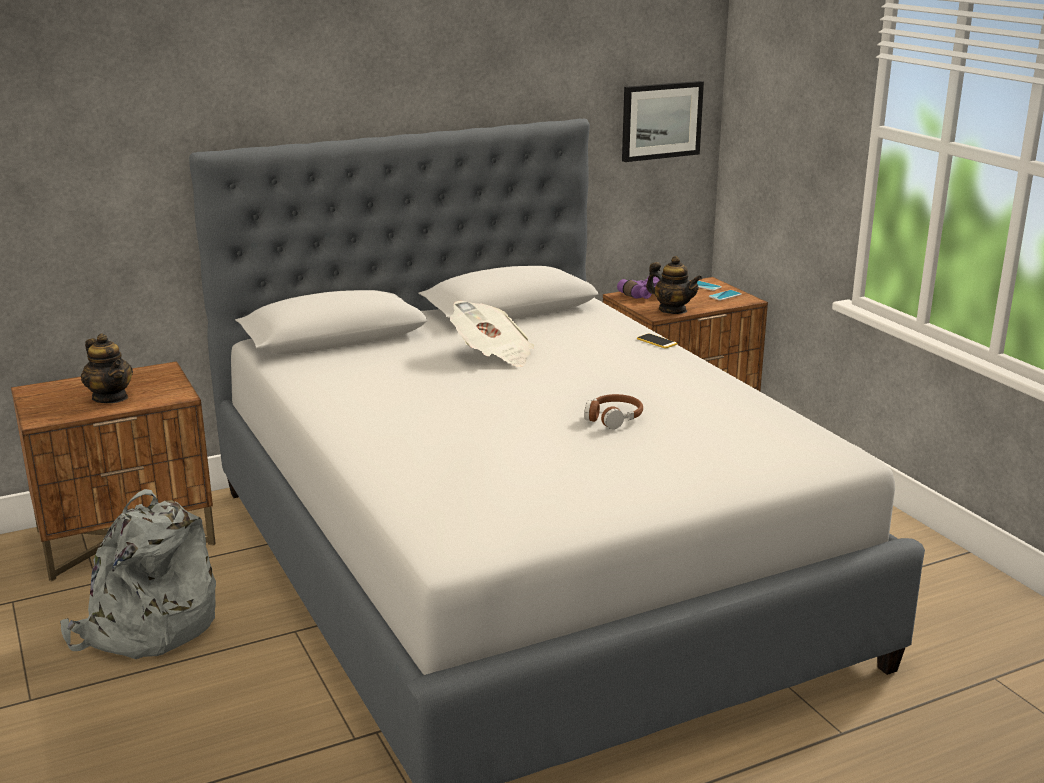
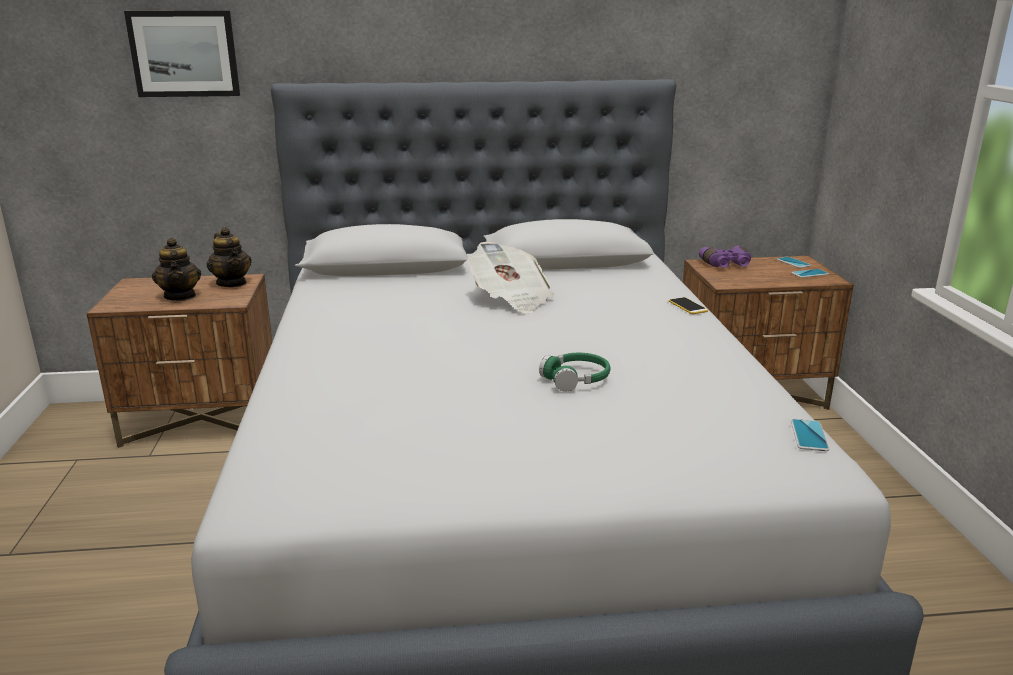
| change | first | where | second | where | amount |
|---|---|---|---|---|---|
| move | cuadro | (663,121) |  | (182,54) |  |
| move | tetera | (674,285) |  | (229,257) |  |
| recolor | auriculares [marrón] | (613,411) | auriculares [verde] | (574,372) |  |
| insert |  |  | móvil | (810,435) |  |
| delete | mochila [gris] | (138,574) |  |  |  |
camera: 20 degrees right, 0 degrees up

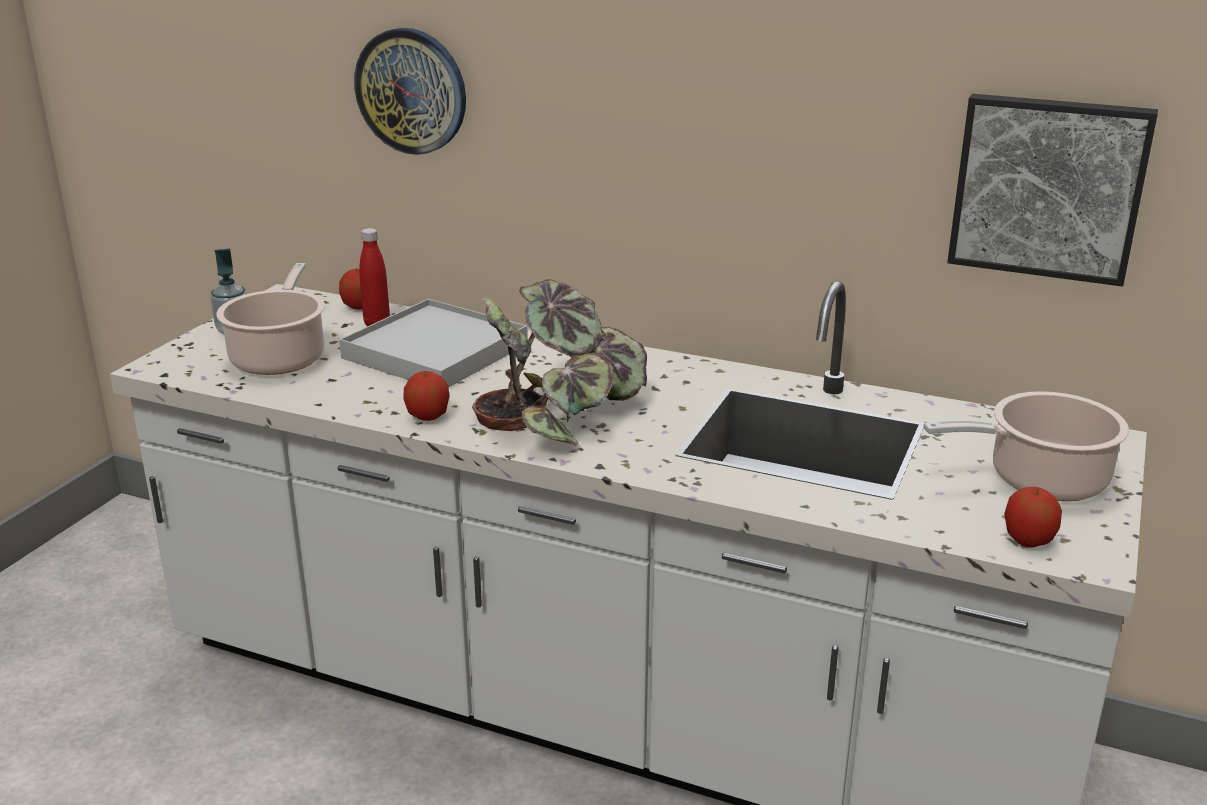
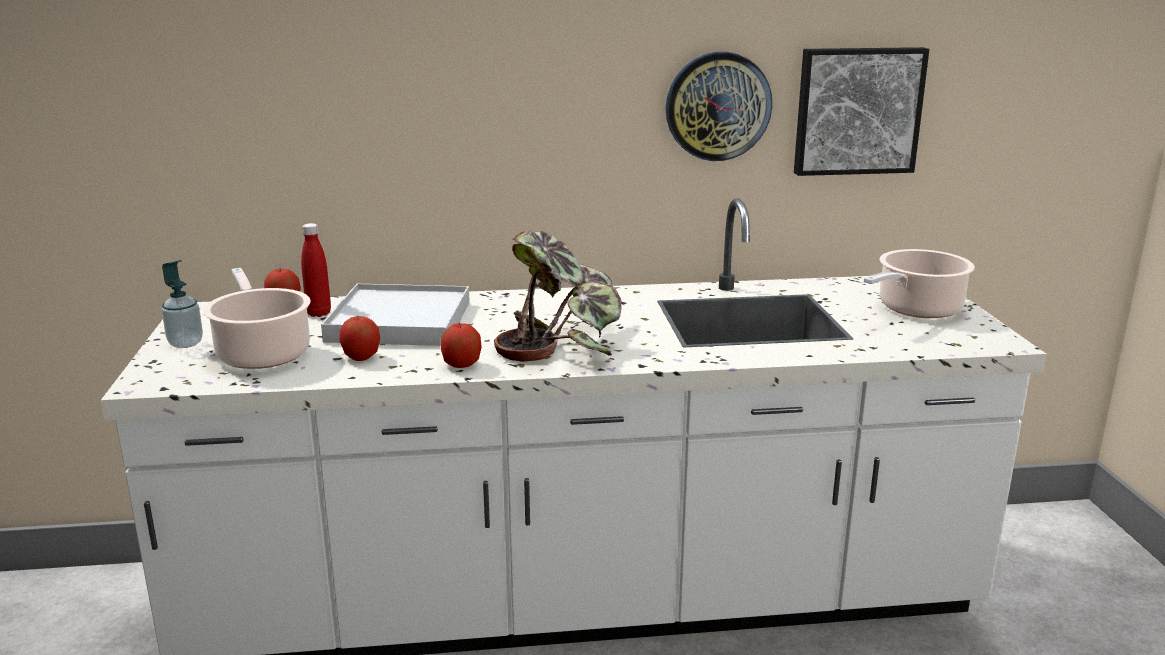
| change | first | where | second | where | amount |
|---|---|---|---|---|---|
| move | manzana | (1033,517) |  | (359,338) |  |
| move | reloj de pared | (410,91) |  | (719,106) |  |
camera: 30 degrees left, 5 degrees down

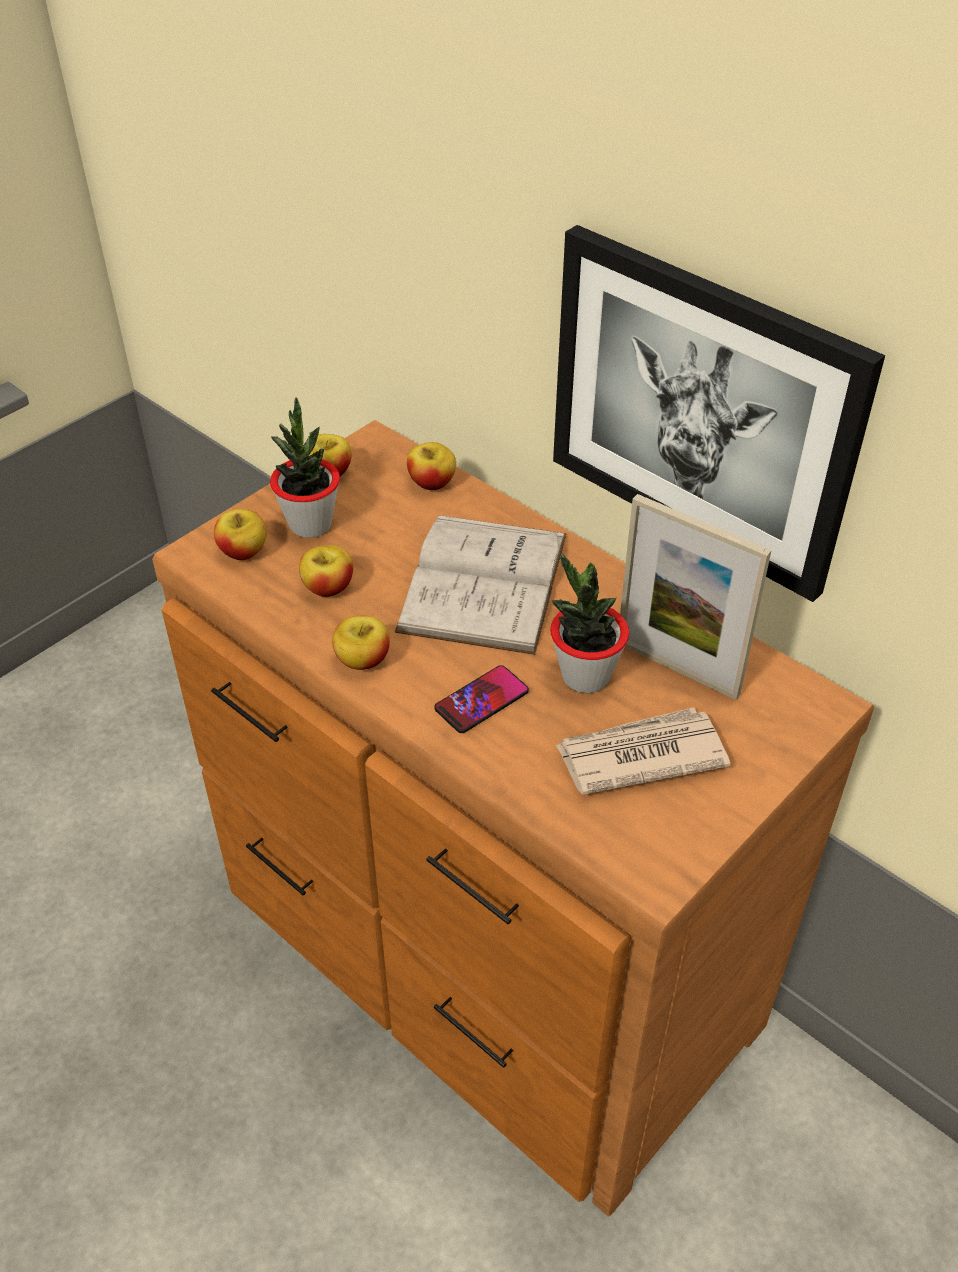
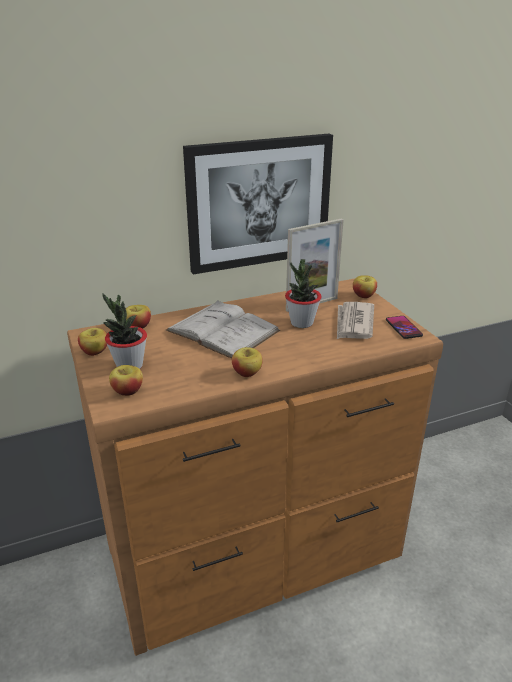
| change | first | where | second | where | amount |
|---|---|---|---|---|---|
| move | manzana | (326,571) |  | (365,286) |  |
| move | móvil | (481,699) |  | (404,327) |  |
camera: 65 degrees left, 15 degrees down

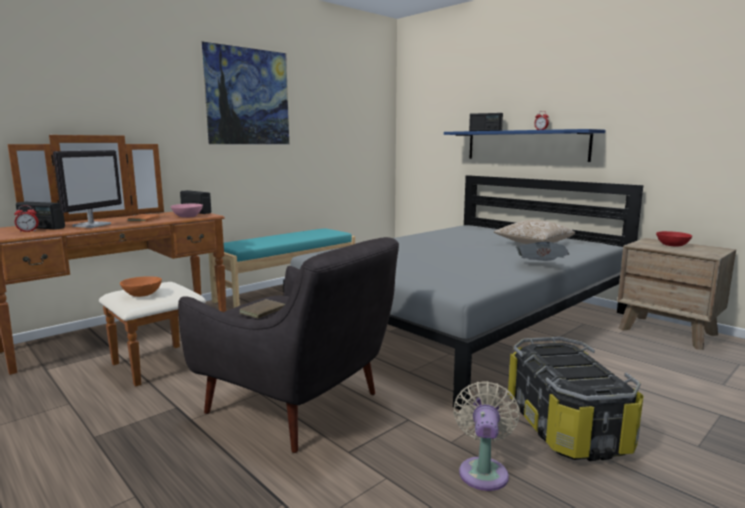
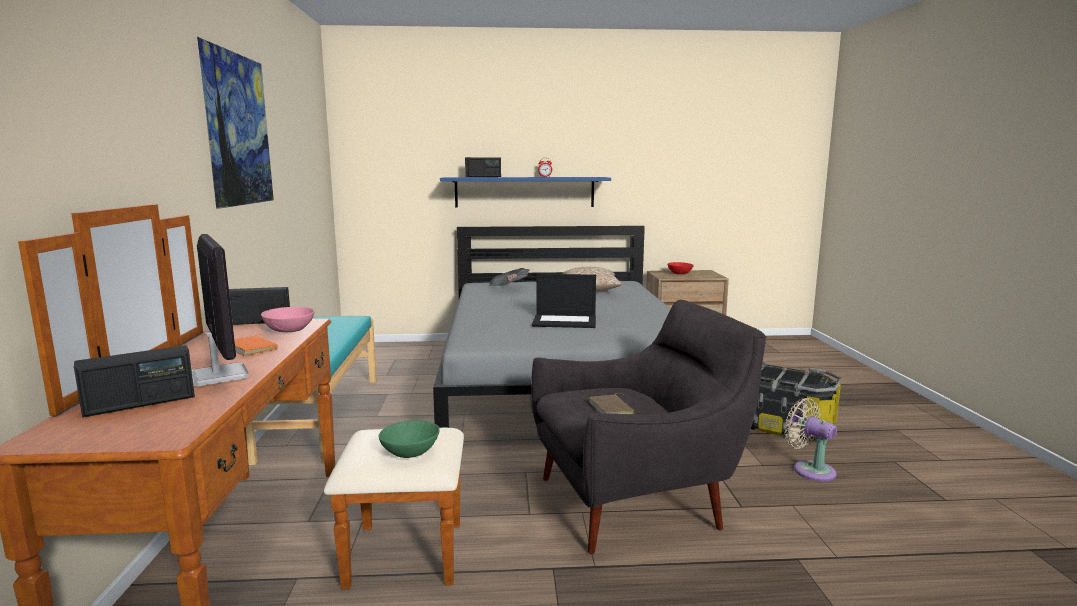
| change | first | where | second | where | amount |
|---|---|---|---|---|---|
| recolor | cuenco [naranja] | (141,286) | cuenco [verde] | (409,439) |  |
| move | periódico | (543,251) |  | (509,277) |  |
| insert |  |  | portátil | (564,301) |  |
| delete | despertador | (26,219) |  |  |  |
camera: 50 degrees left, 0 degrees up

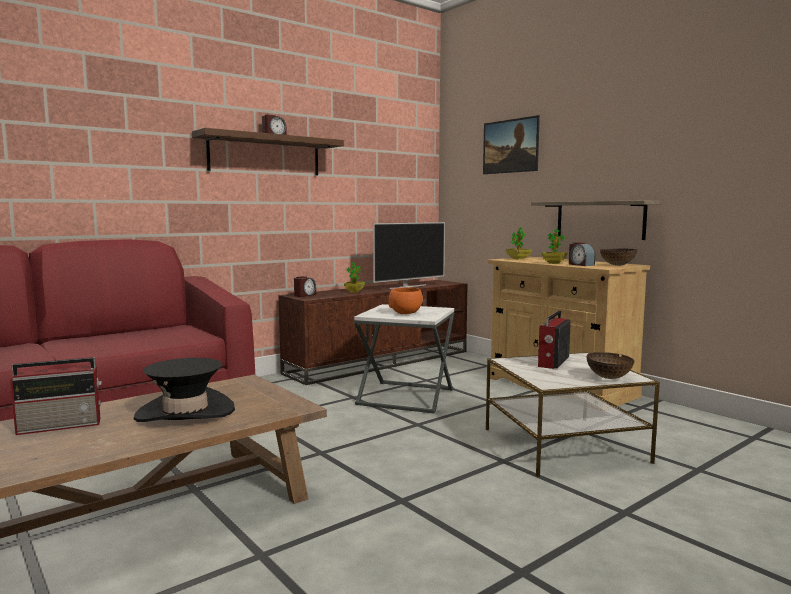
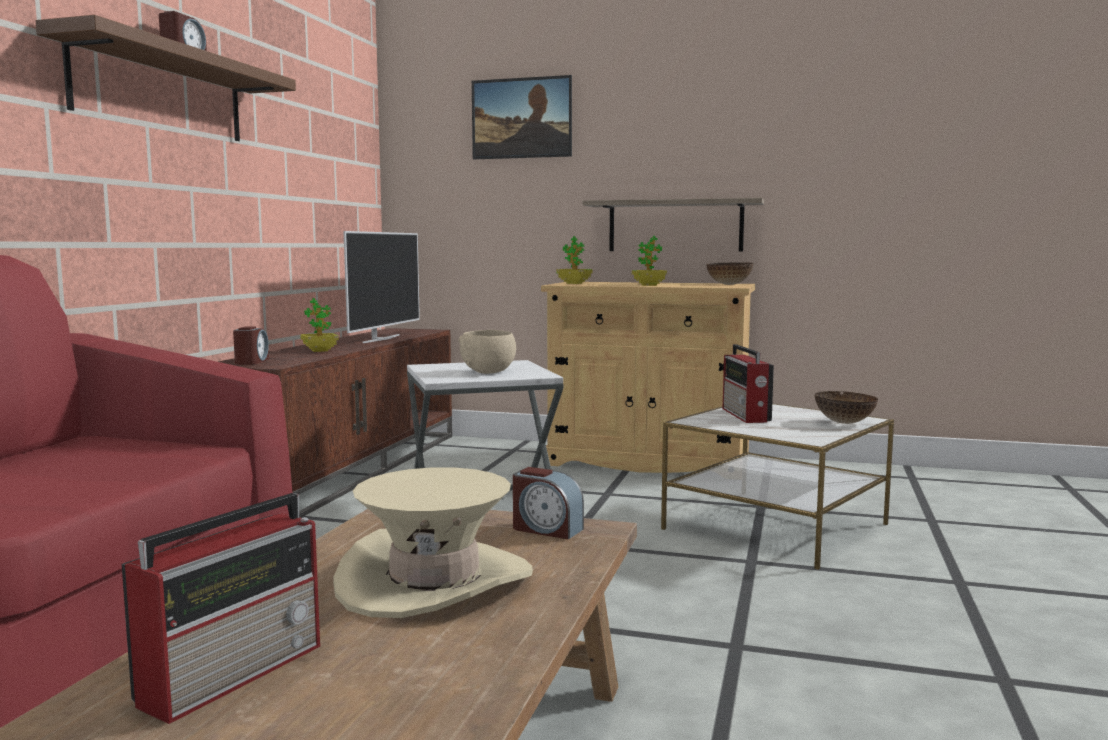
| change | first | where | second | where | amount |
|---|---|---|---|---|---|
| recolor | sombrero [negro] | (184,390) | sombrero [beis] | (433,542) |  |
| recolor | cuenco [naranja] | (406,300) | cuenco [beis] | (487,352) |  |
| move | despertador | (582,254) |  | (548,503) |  |
camera: 35 degrees left, 0 degrees up

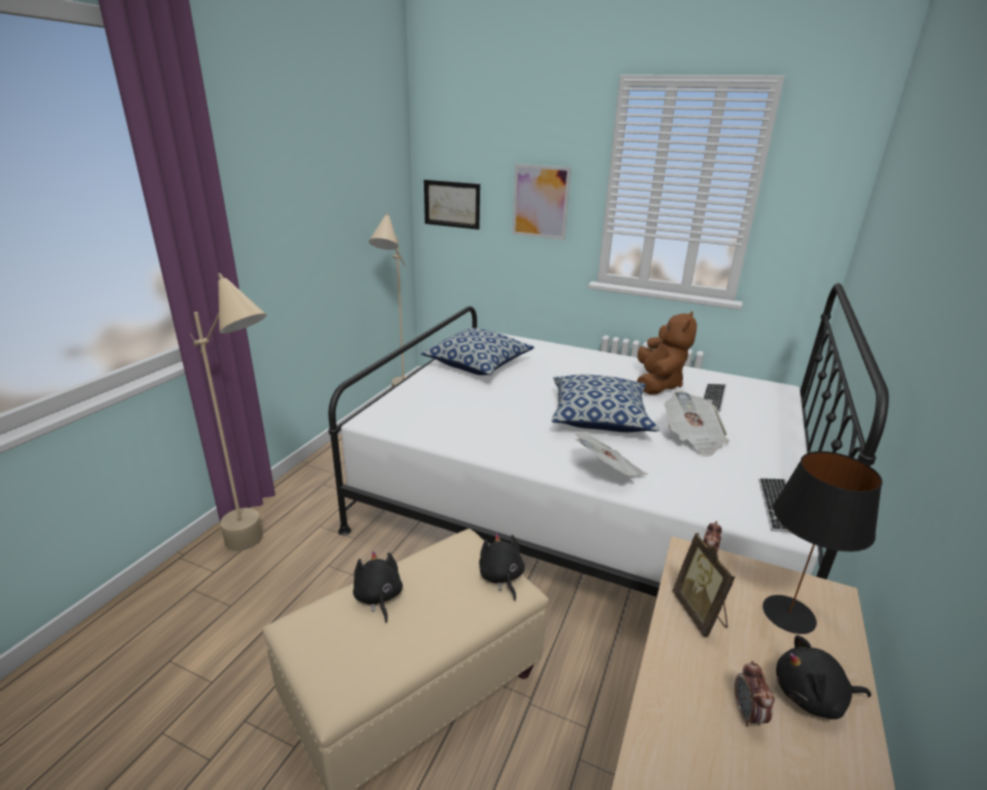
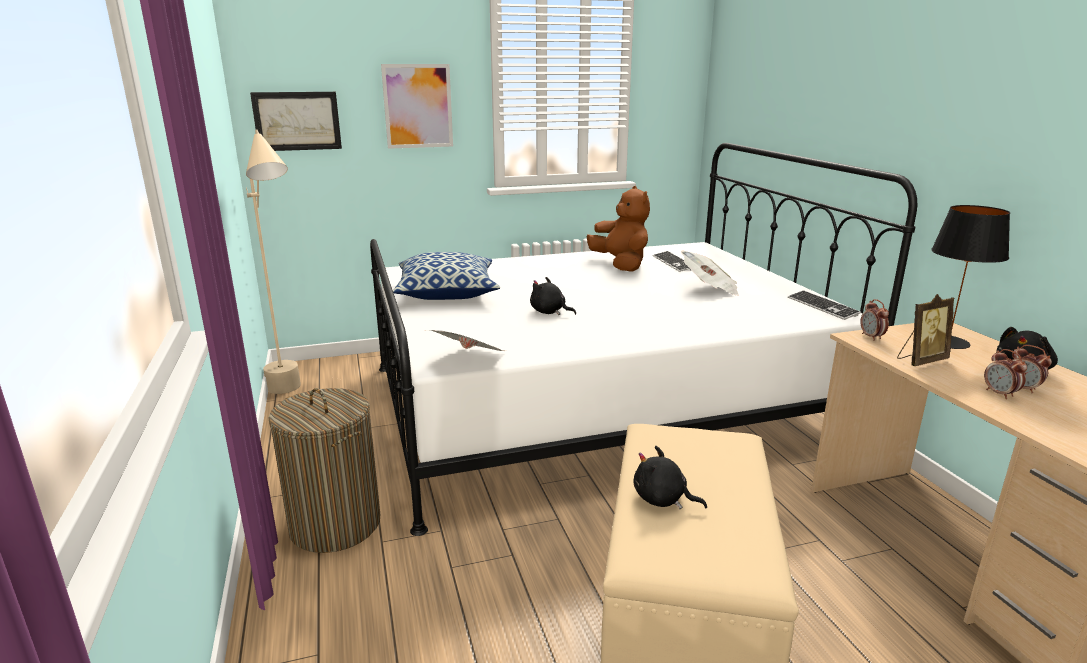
| change | first | where | second | where | amount |
|---|---|---|---|---|---|
| insert |  |  | cesto de la ropa | (324,470) |  |
| move | periódico | (611,455) |  | (468,341) |  |
| move | peluche [negro] | (502,567) |  | (553,296) |  |
| rotate | portarretratos | (703,585) |  | (925,330) | 60 degrees counterclockwise |
| insert |  |  | despertador | (1005,374) |  |
| delete | lámpara de pie [beis] | (228,412) |  |  |  |
| delete | cojín | (605,403) |  |  |  |
camera: 40 degrees left, 5 degrees down

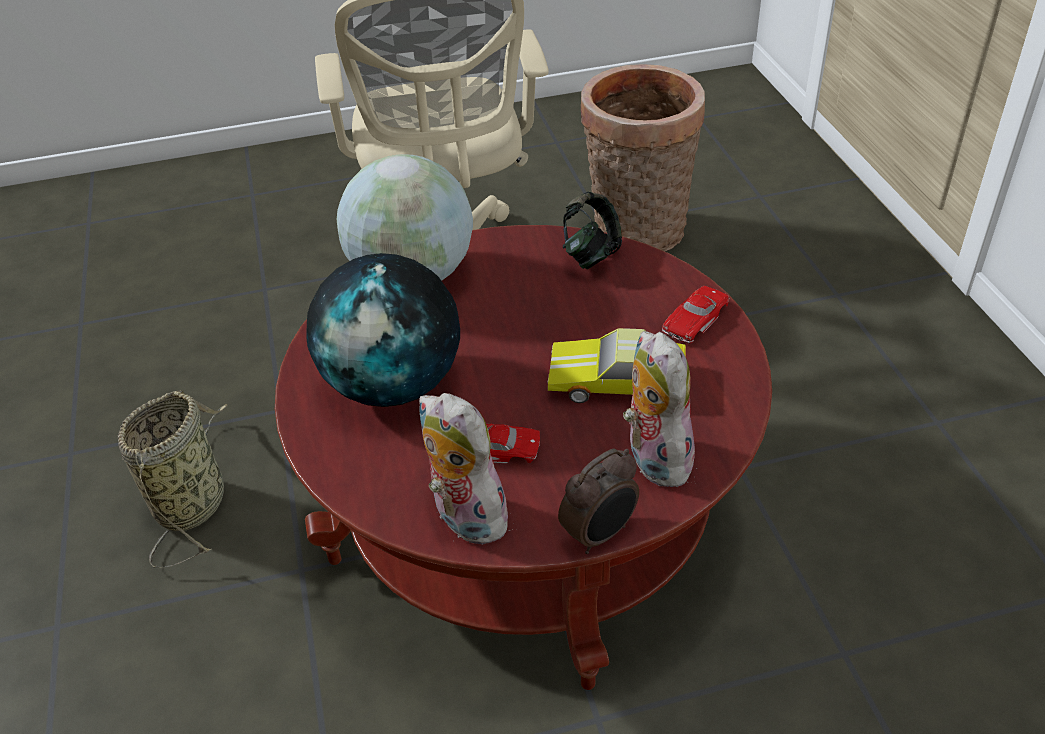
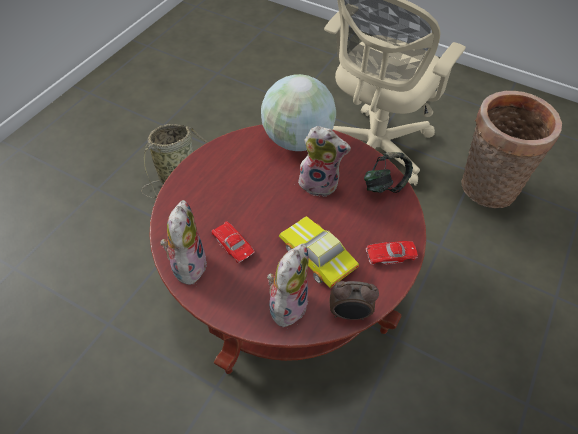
| change | first | where | second | where | amount |
|---|---|---|---|---|---|
| insert |  |  | peluche | (324,161) |  |
| move | despertador | (598,501) |  | (354,300) |  |
| delete | globo terráqueo | (383,330) |  |  |  |
camera: 40 degrees right, 10 degrees up

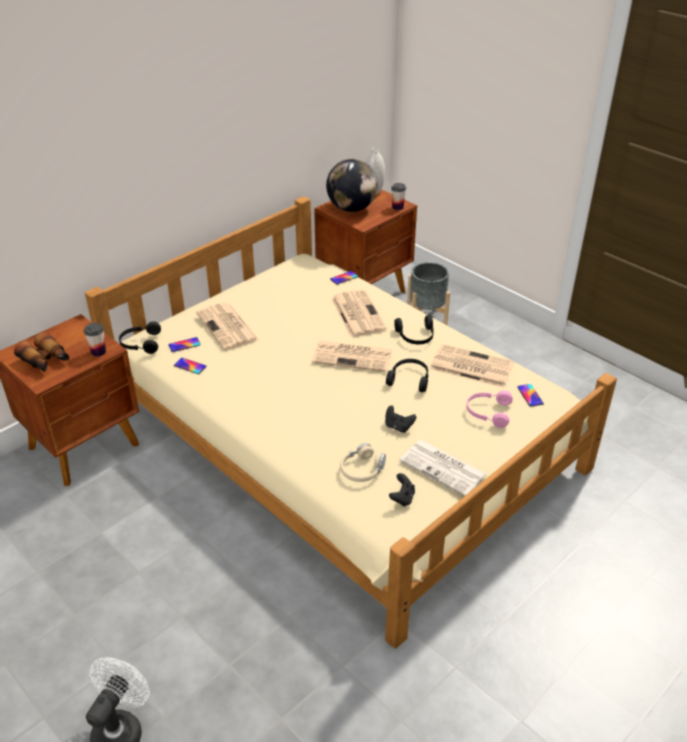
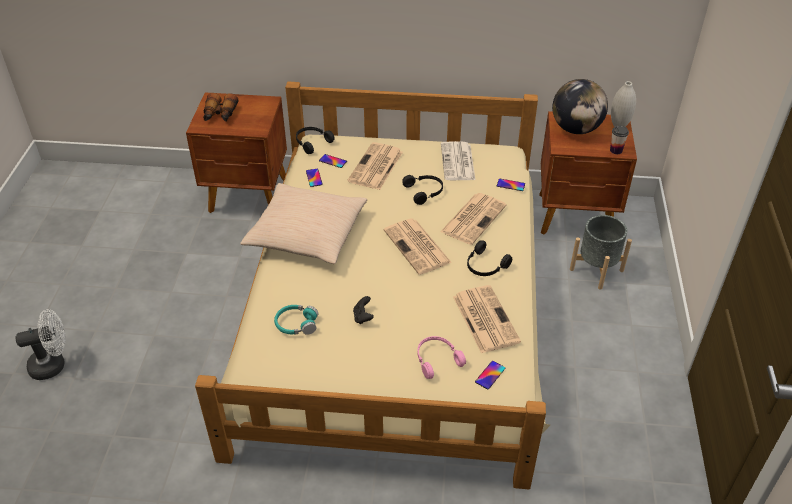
| change | first | where | second | where | amount |
|---|---|---|---|---|---|
| insert |  |  | cojín [beis] | (303,223) |  |
| recolor | auriculares [beis] | (363,462) | auriculares [turquesa] | (296,320) |  |
| move | auriculares [negro] | (407,375) |  | (422,190) |  |
| move | periódico | (443,468) |  | (458,160) |  |
| delete | taza | (95,340) |  |  |  |
| delete | mando de consola [negro] | (402,490) |  |  |  |
camera: 50 degrees right, 5 degrees up

